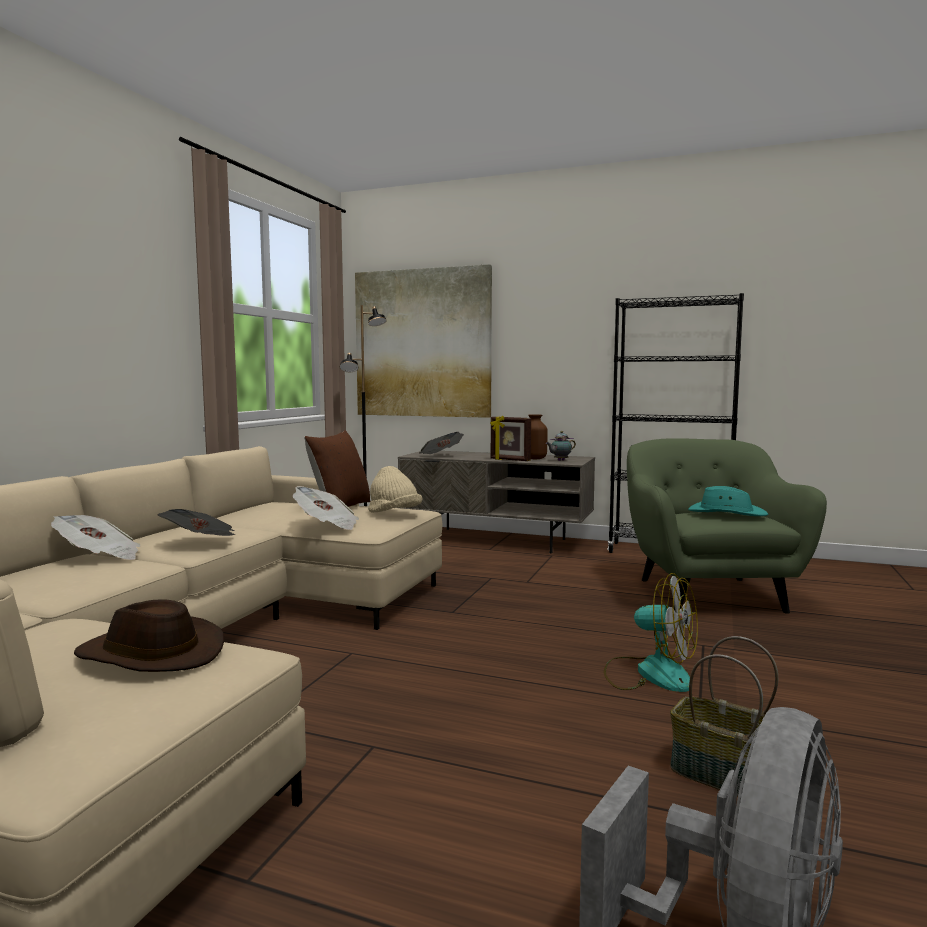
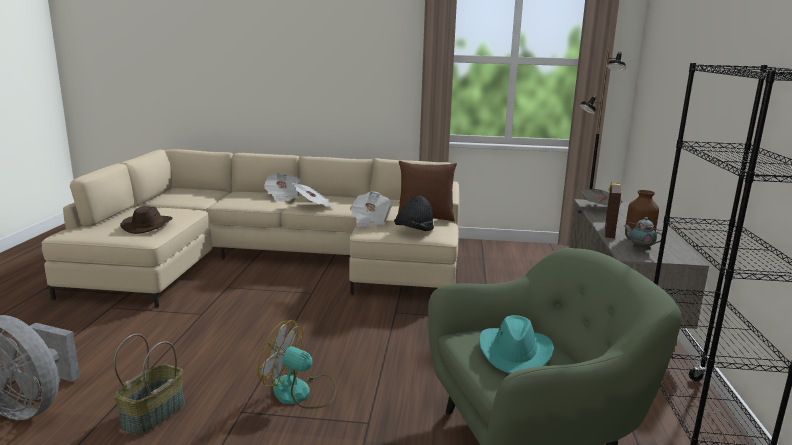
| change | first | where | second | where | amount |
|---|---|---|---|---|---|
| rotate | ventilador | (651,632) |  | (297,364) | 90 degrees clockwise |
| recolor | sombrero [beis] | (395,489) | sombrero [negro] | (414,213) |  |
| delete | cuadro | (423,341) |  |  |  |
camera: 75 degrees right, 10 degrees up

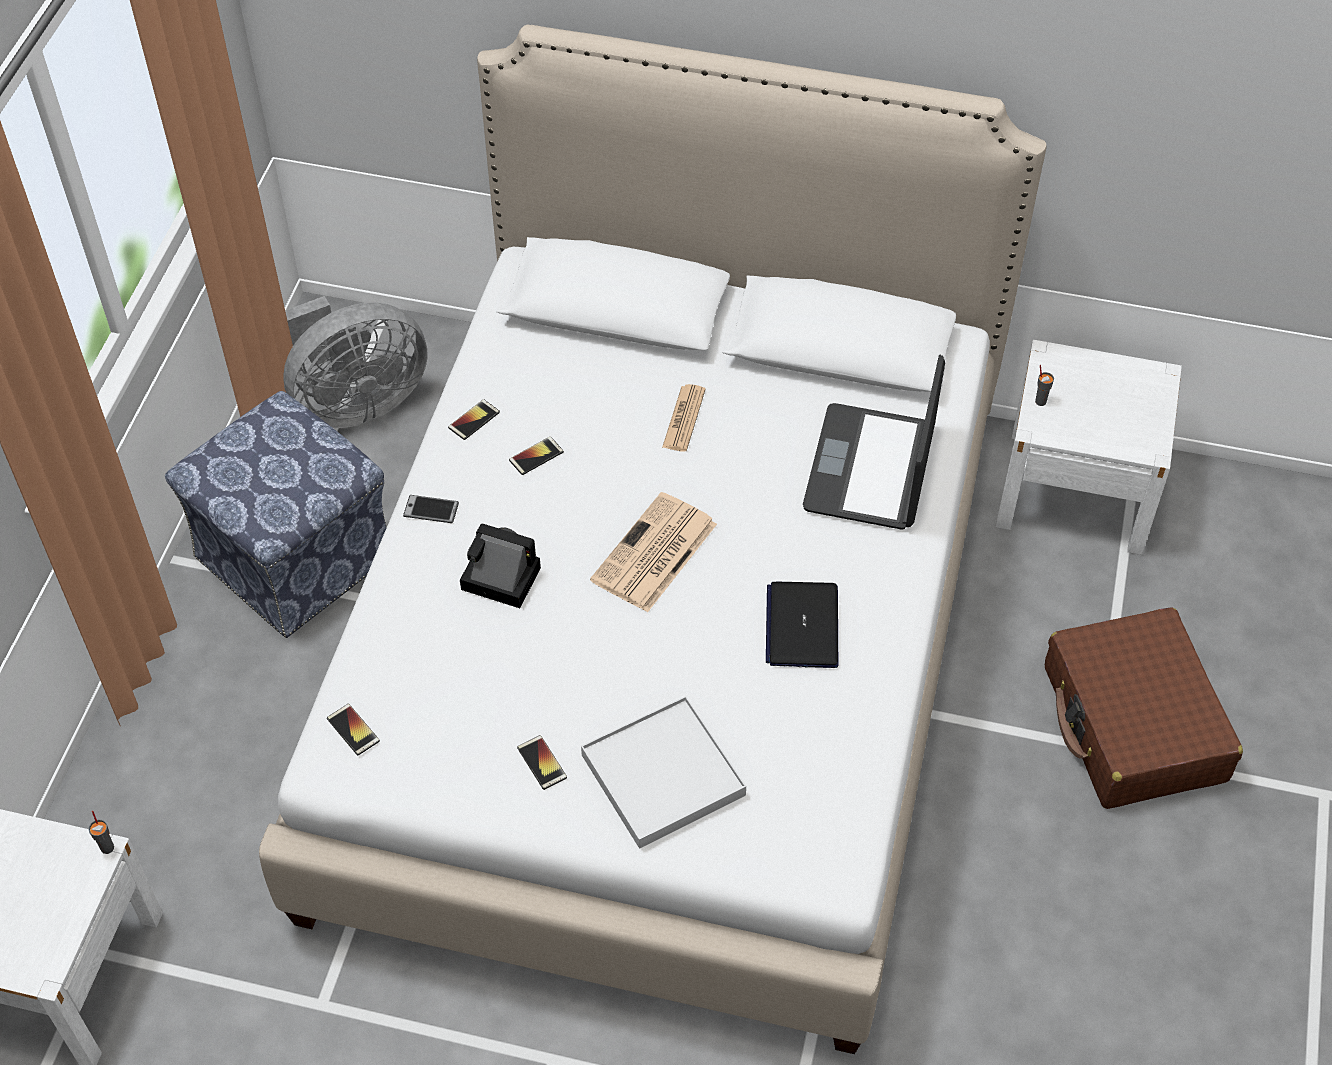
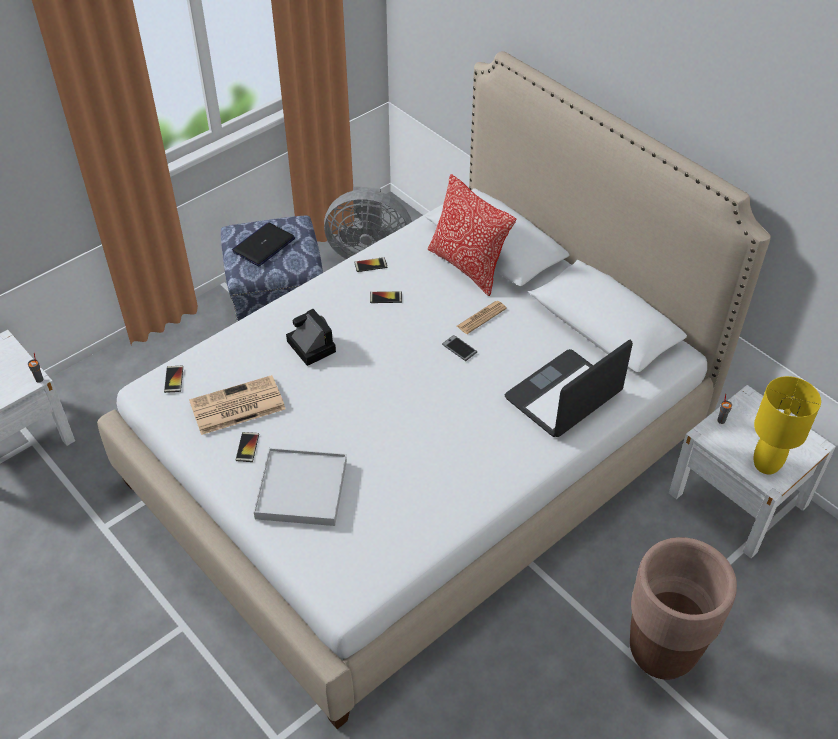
| change | first | where | second | where | amount |
|---|---|---|---|---|---|
| move | periódico | (653,552) |  | (237,405) |  |
| move | portátil | (802,625) |  | (263,244) |  |
| insert |  |  | cojín | (471,235) |  |
| move | móvil | (431,509) |  | (459,348) |  |
| replace | maleta [marrón] | (1144,708) | maceta [marrón] | (683,608) |  |
| insert |  |  | lámpara de mesa [amarillo] | (787,425) |  |
camera: 35 degrees right, 5 degrees down

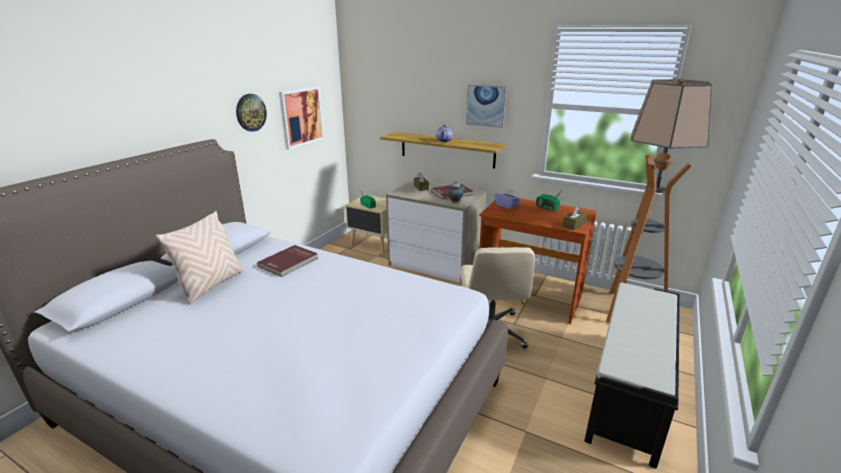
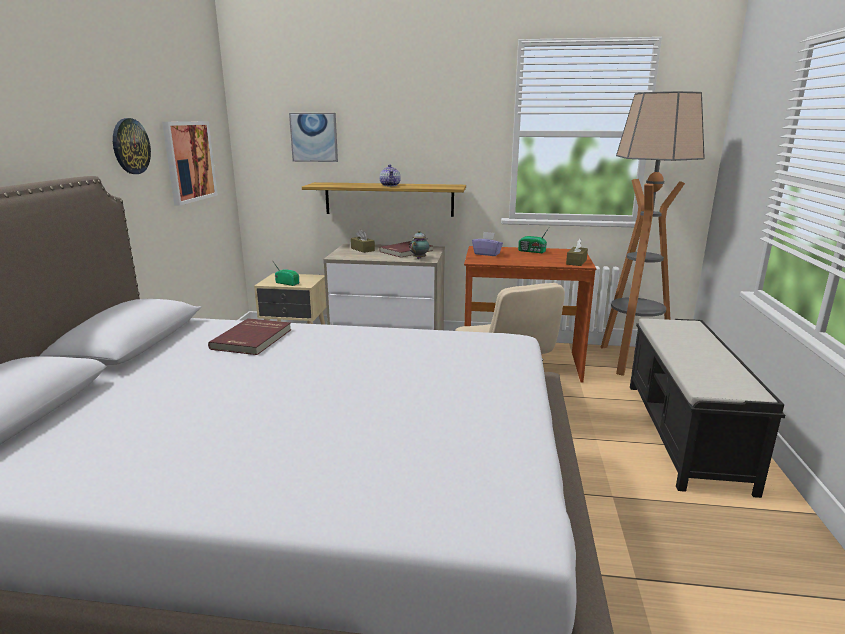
| change | first | where | second | where | amount |
|---|---|---|---|---|---|
| move | cuadro | (486,106) |  | (313,137) |  |
| delete | cojín [beis] | (200,258) |  |  |  |
camera: 20 degrees left, 5 degrees down

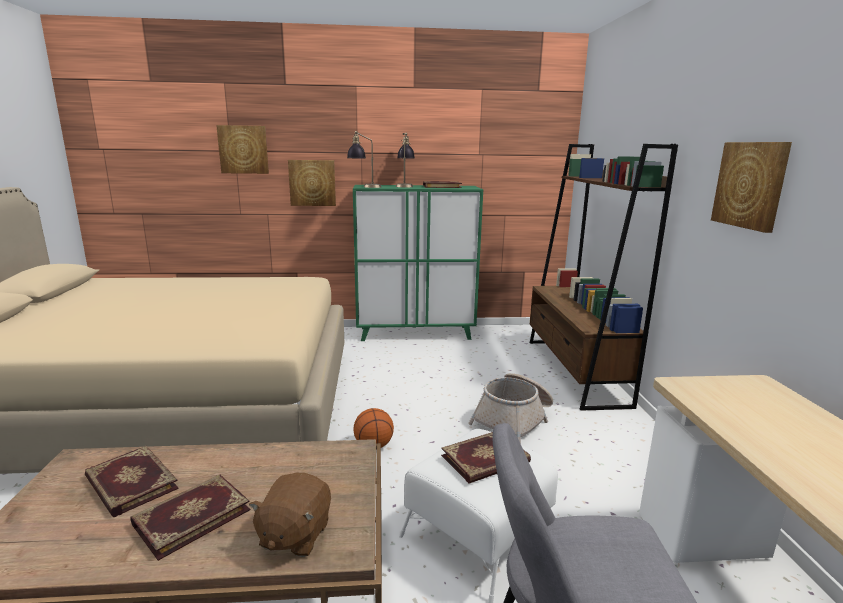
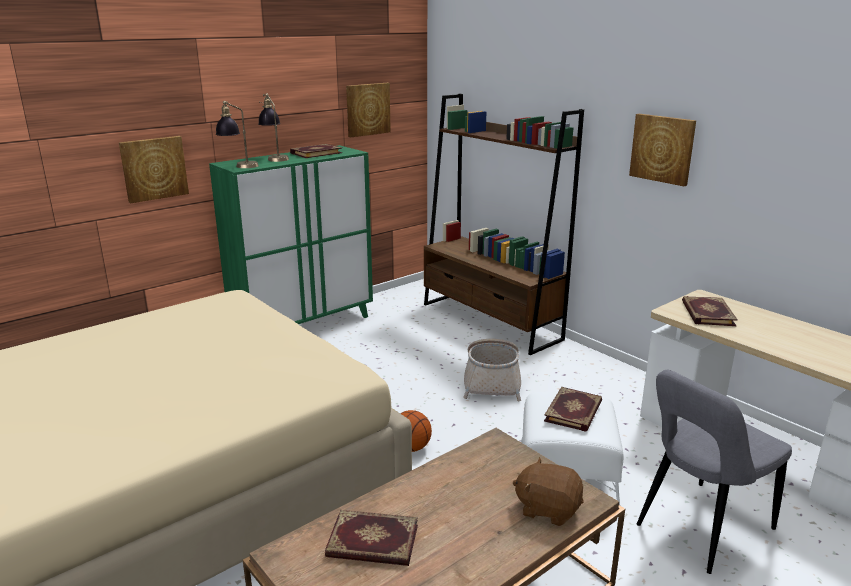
| change | first | where | second | where | amount |
|---|---|---|---|---|---|
| move | cuadro | (242,149) |  | (368,110) |  |
| rotate | peluche [marrón] | (290,515) |  | (548,491) | 135 degrees clockwise |
| move | libro | (190,518) |  | (710,311) |  |
camera: 35 degrees left, 5 degrees up

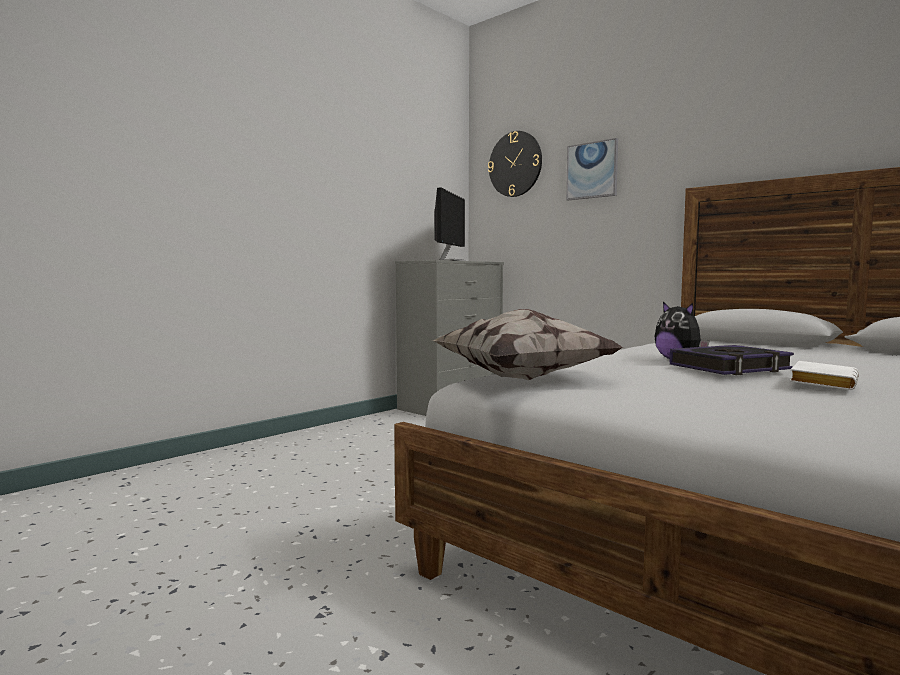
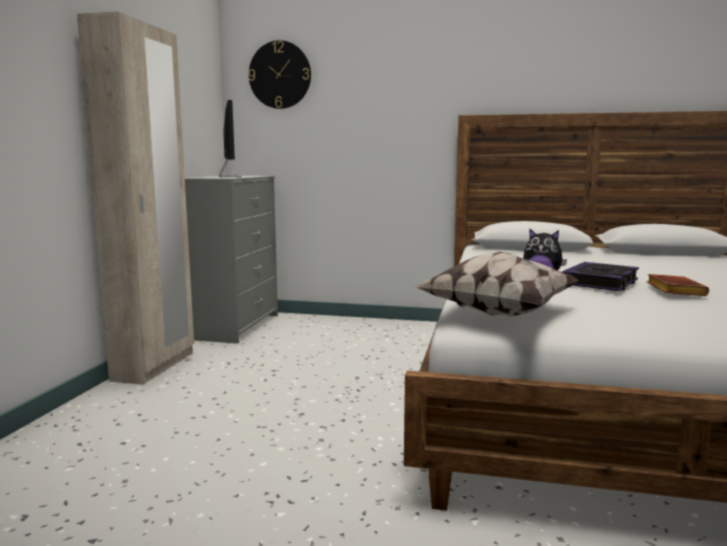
| change | first | where | second | where | amount |
|---|---|---|---|---|---|
| insert |  |  | armario ropero [beis] | (135,198) |  |
| recolor | libro [blanco] | (824,375) | libro [marrón] | (678,285) |  |
| delete | cuadro | (592,169) |  |  |  |
camera: 30 degrees left, 5 degrees up

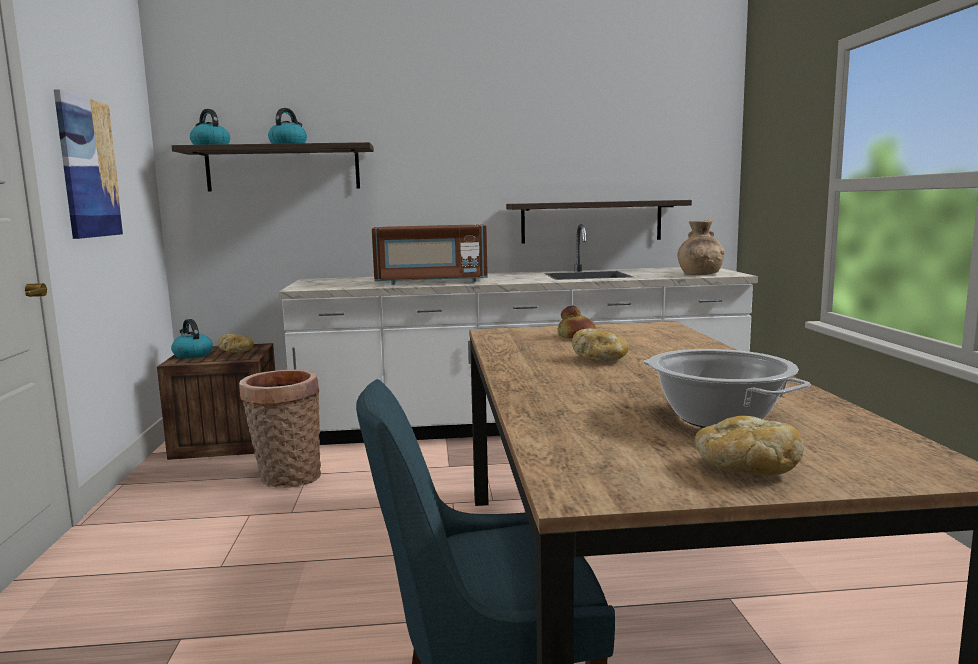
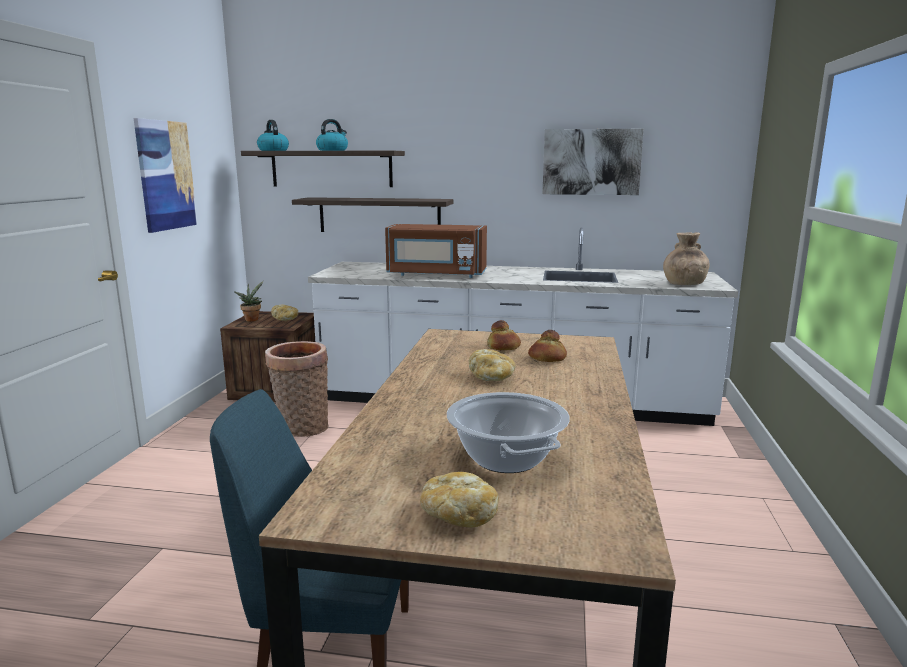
| change | first | where | second | where | amount |
|---|---|---|---|---|---|
| replace | hervidor | (192,339) | planta en maceta | (249,301) |  |
| move | estante | (599,222) |  | (373,214) |  |
| insert |  |  | pan | (547,346) |  |
| insert |  |  | cuadro | (593,162) |  |
camera: 15 degrees right, 5 degrees up

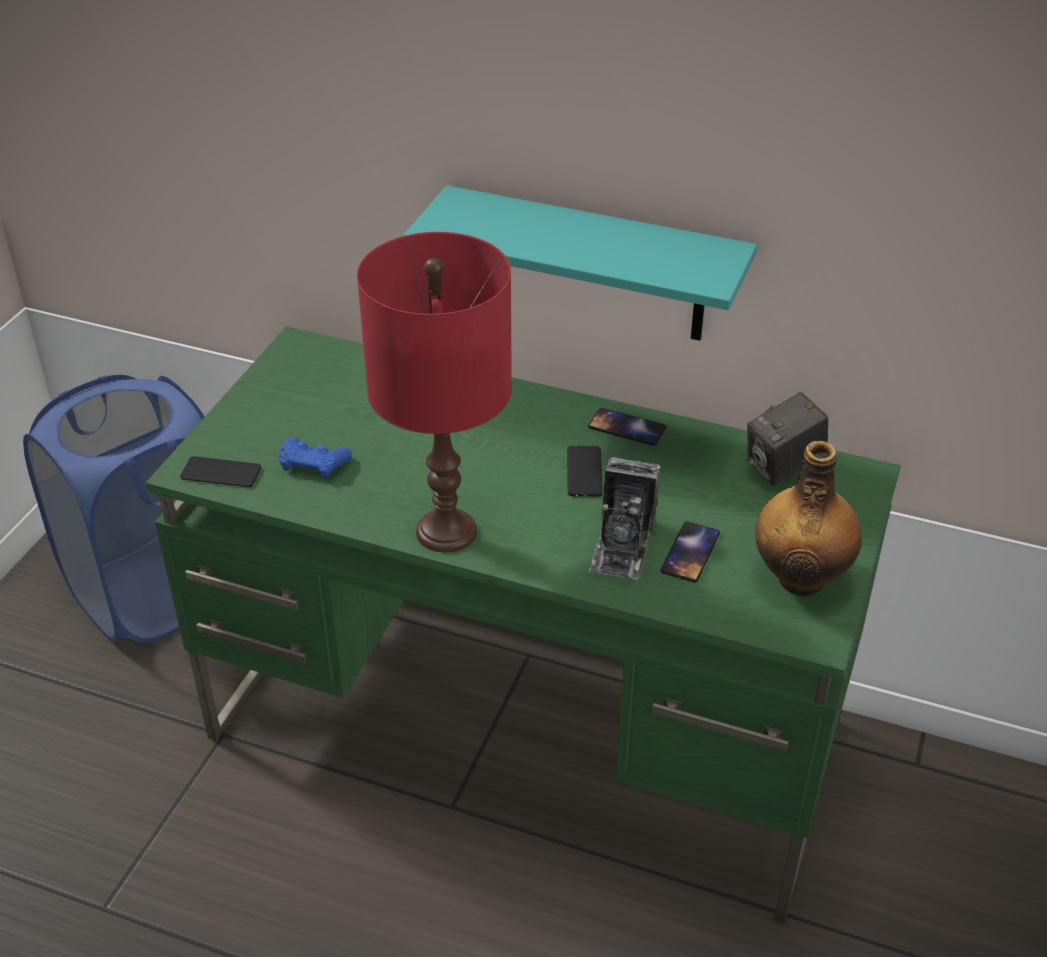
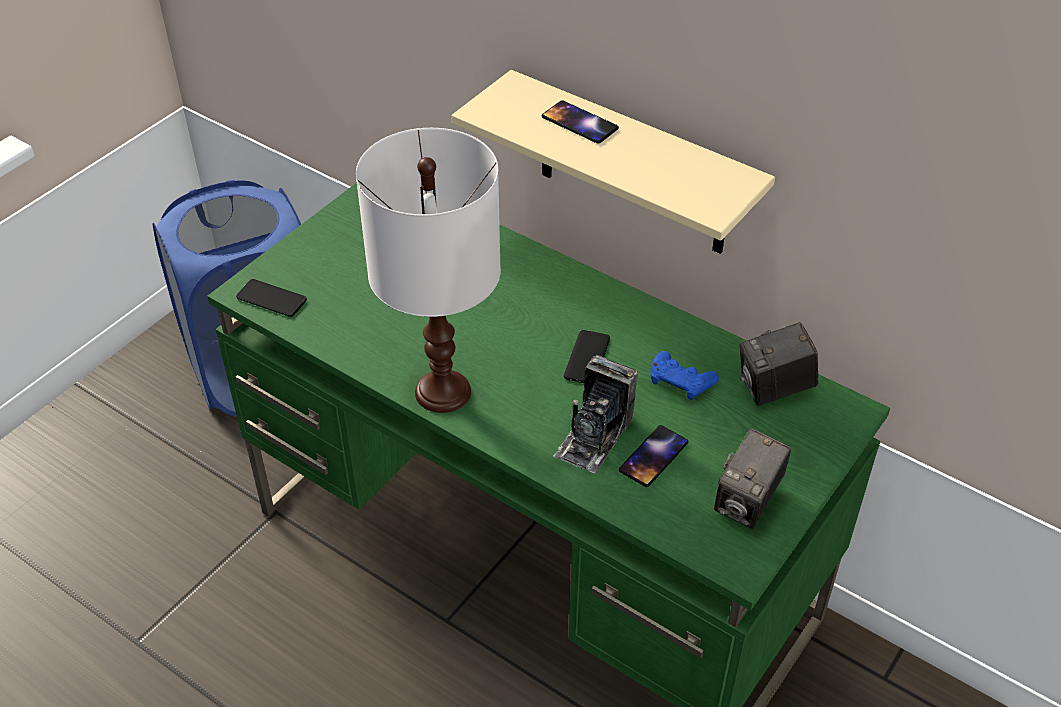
| change | first | where | second | where | amount |
|---|---|---|---|---|---|
| recolor | lámpara de mesa [rojo] | (434,392) | lámpara de mesa [blanco] | (428,270) |  |
| recolor | estante [turquesa] | (580,263) | estante [beis] | (613,162) |  |
| move | móvil | (627,427) |  | (580,122) |  |
| move | mando de consola [azul] | (315,458) |  | (684,375) |  |
| replace | botella | (808,518) | cámara | (752,478) |  |
camera: 15 degrees right, 5 degrees up

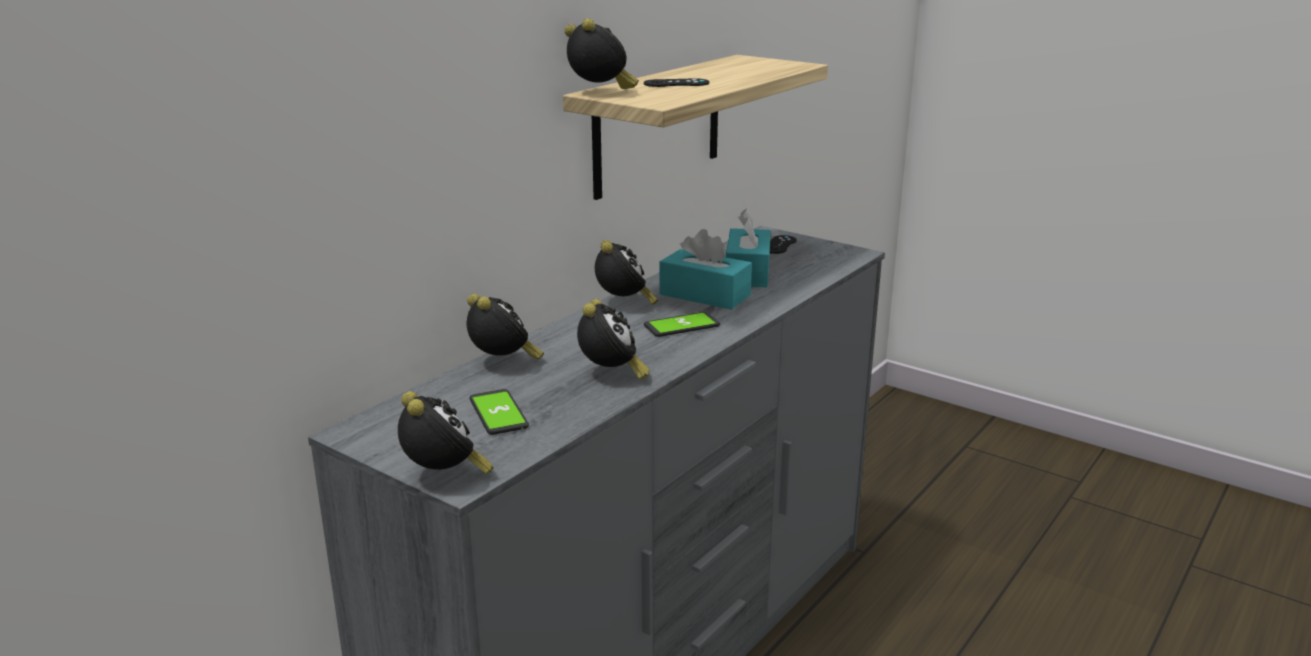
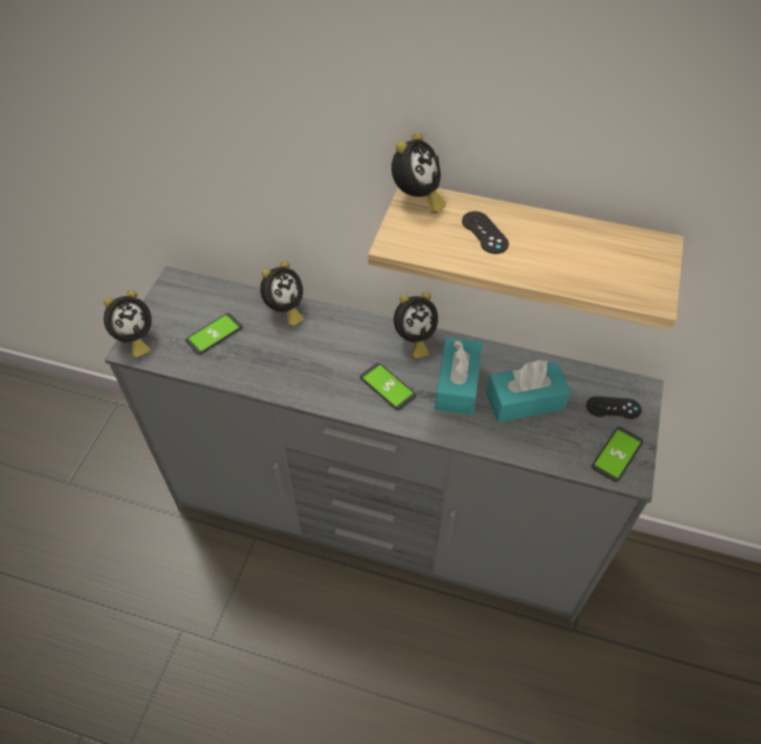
| change | first | where | second | where | amount |
|---|---|---|---|---|---|
| insert |  |  | móvil | (617,454) |  |
| delete | despertador | (613,339) |  |  |  |
camera: 70 degrees right, 30 degrees up

